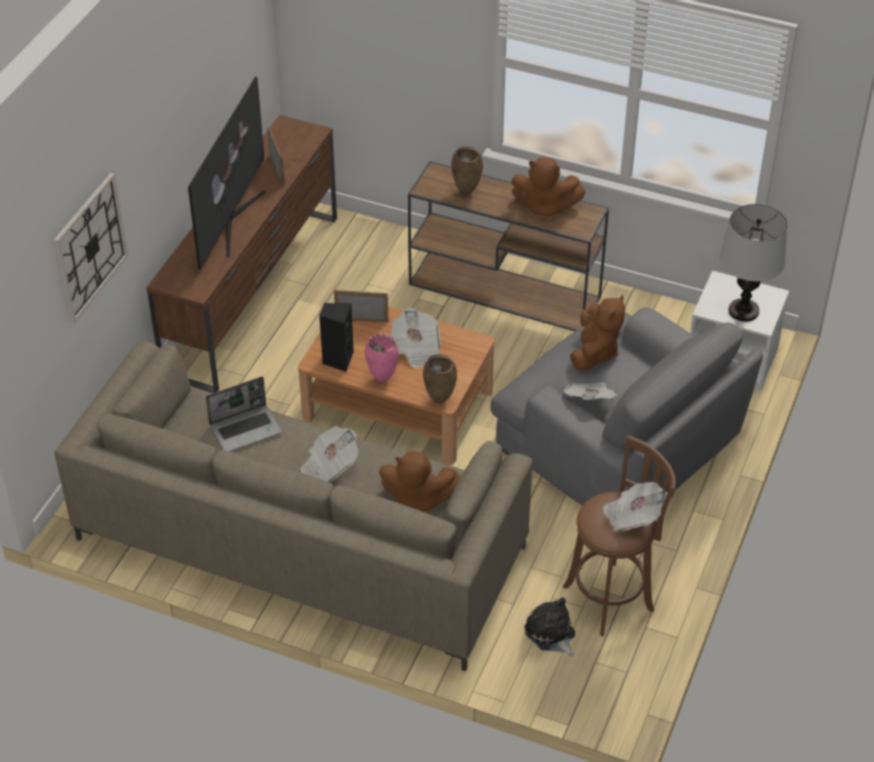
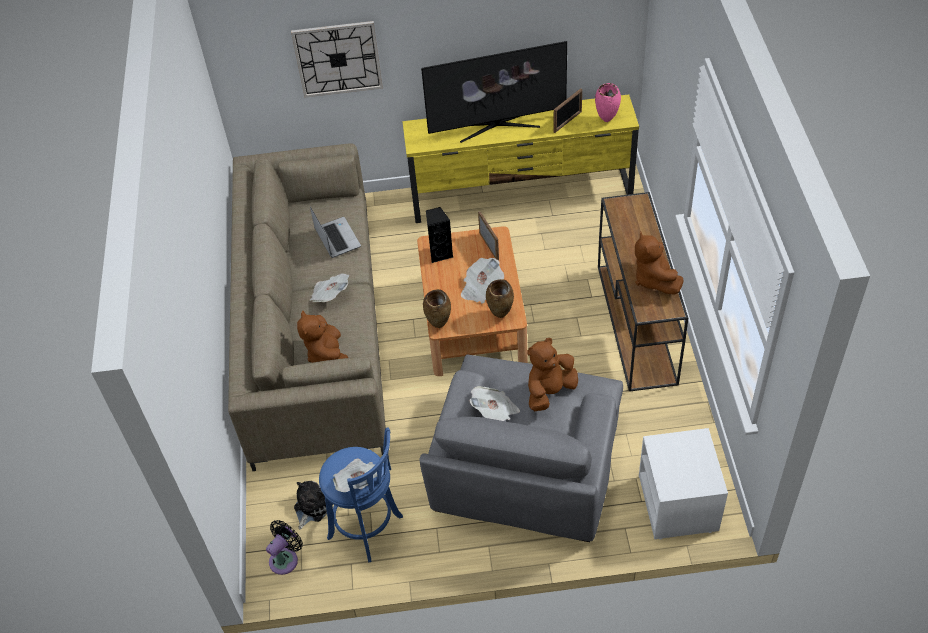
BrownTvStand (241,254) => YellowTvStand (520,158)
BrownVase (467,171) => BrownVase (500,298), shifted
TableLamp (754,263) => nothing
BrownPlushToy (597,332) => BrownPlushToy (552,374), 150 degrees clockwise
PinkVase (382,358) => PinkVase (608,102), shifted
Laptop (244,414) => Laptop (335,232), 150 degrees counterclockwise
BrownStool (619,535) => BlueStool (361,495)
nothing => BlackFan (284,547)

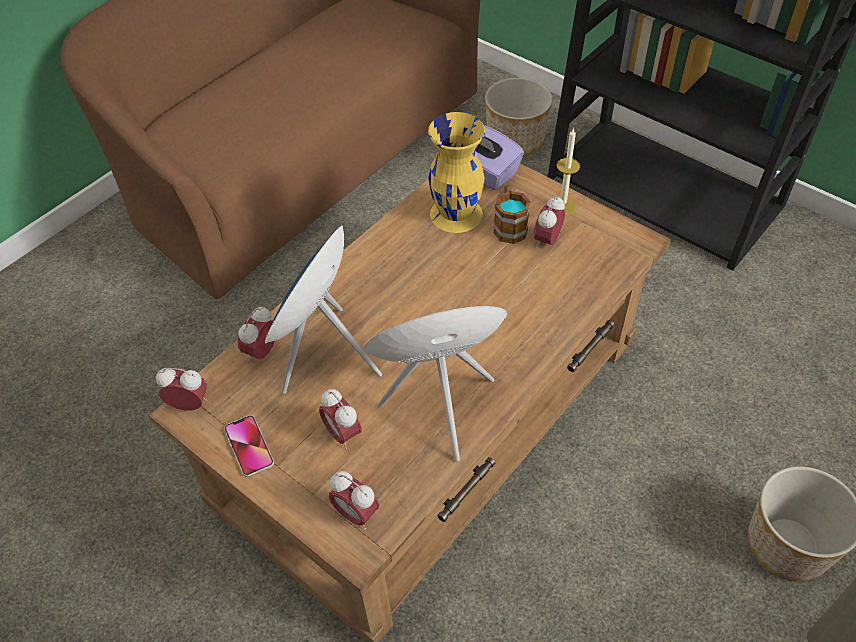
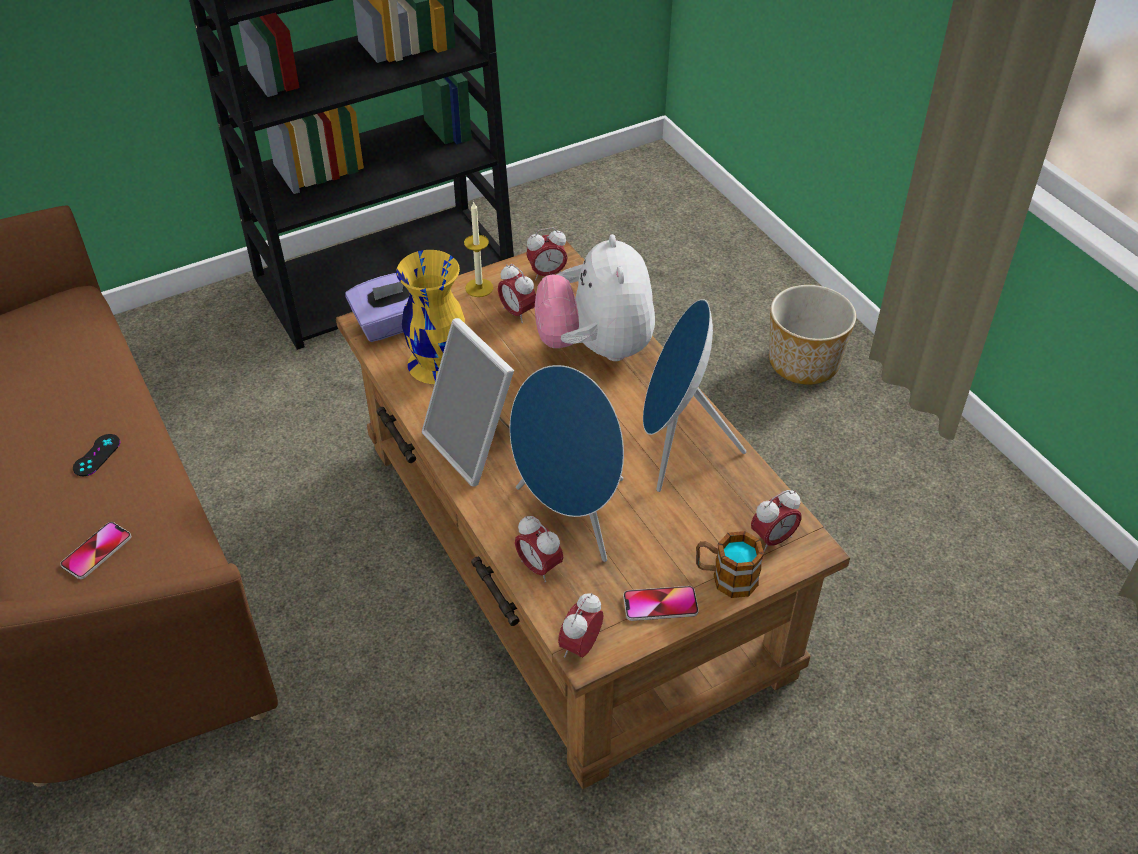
Planter (519,117) => nothing
Mug (512,214) => Mug (730,564), shifted
AlarmClock (340,419) => AlarmClock (547,254), shifted
nothing => PlushToy (595,297)
nothing => PictureFrame (468,402)
nothing => BlackGameController (96,455)
nothing => Phone (95,550)

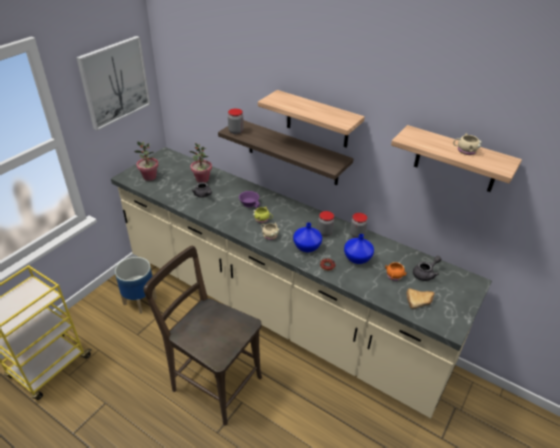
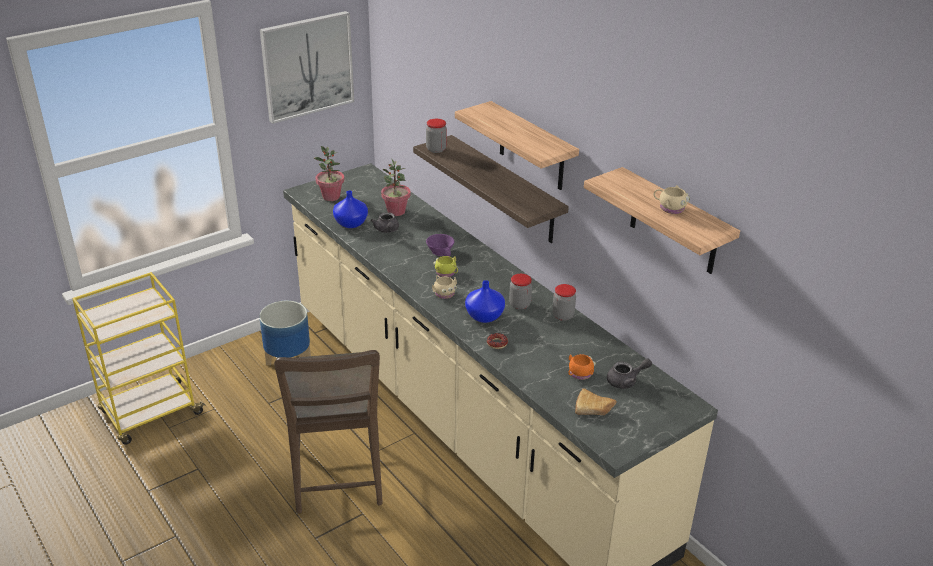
BlueVase (359,249) => BlueVase (350,209), shifted
BrownChair (203,336) => BrownChair (328,432), 150 degrees counterclockwise

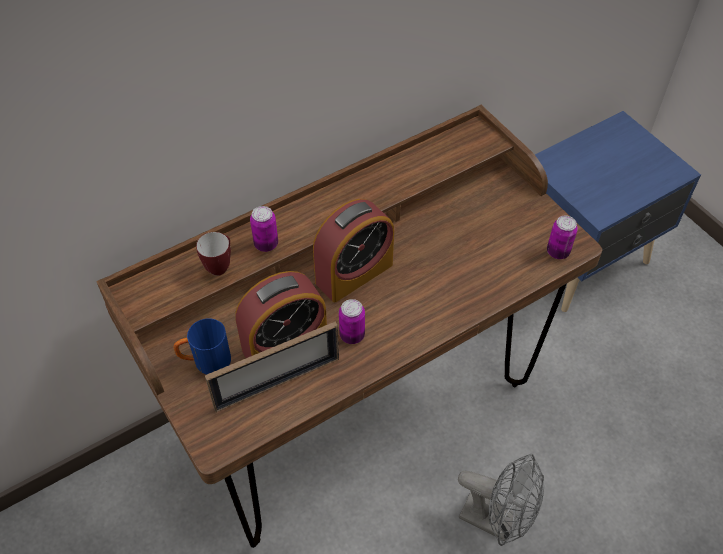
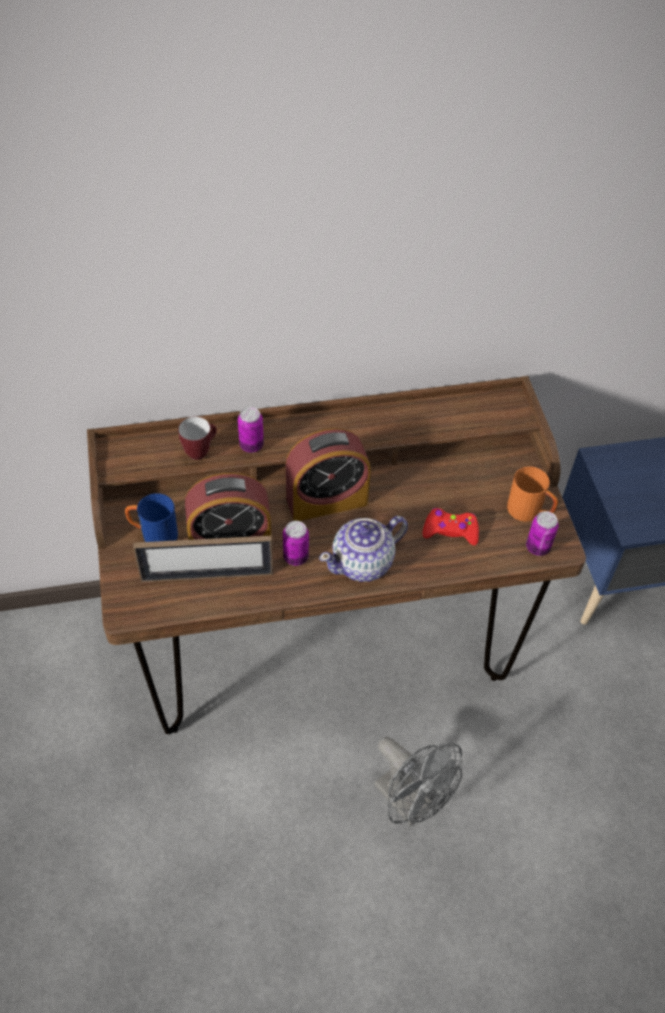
nothing => OrangeMug (532,494)
nothing => RedGameController (451,526)
nothing => Teapot (363,549)

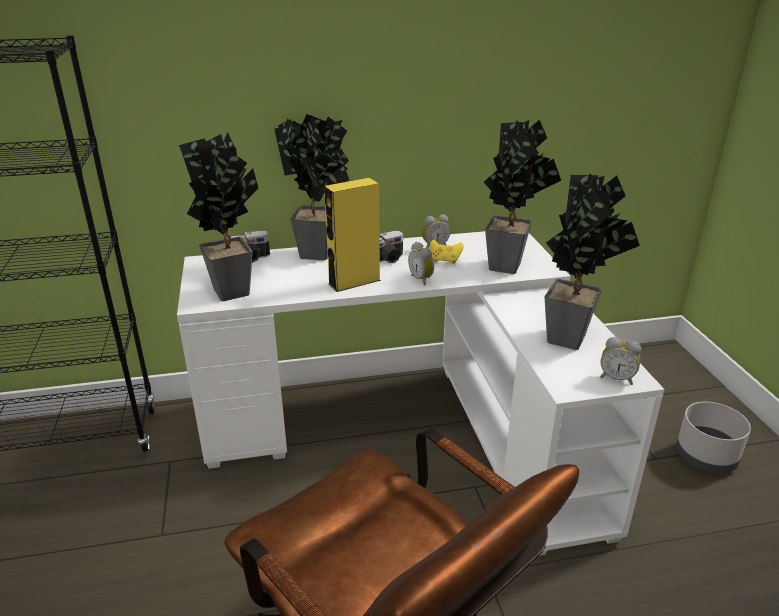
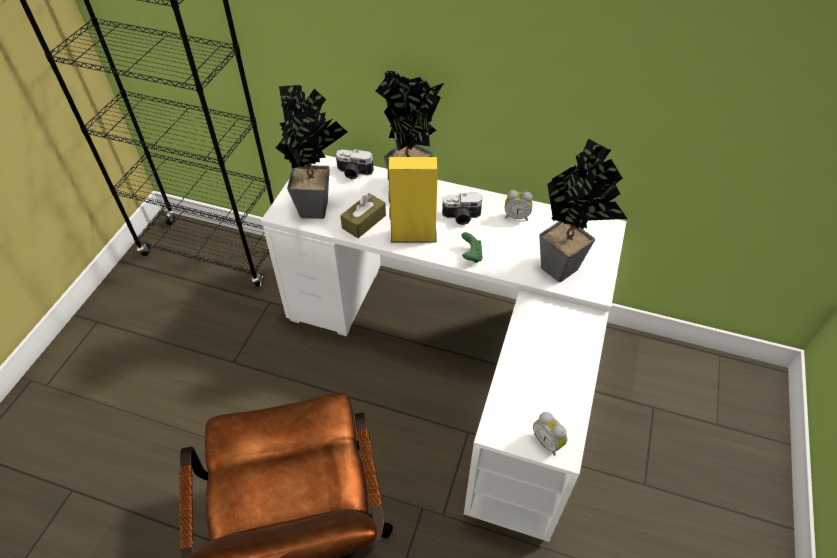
PottedPlant (592,262) => nothing
YellowGameController (447,252) => nothing
AlarmClock (421,263) => GreenGameController (472,247)
GreyPlanter (713,438) => nothing
nothing => BrownTissueBox (363,215)

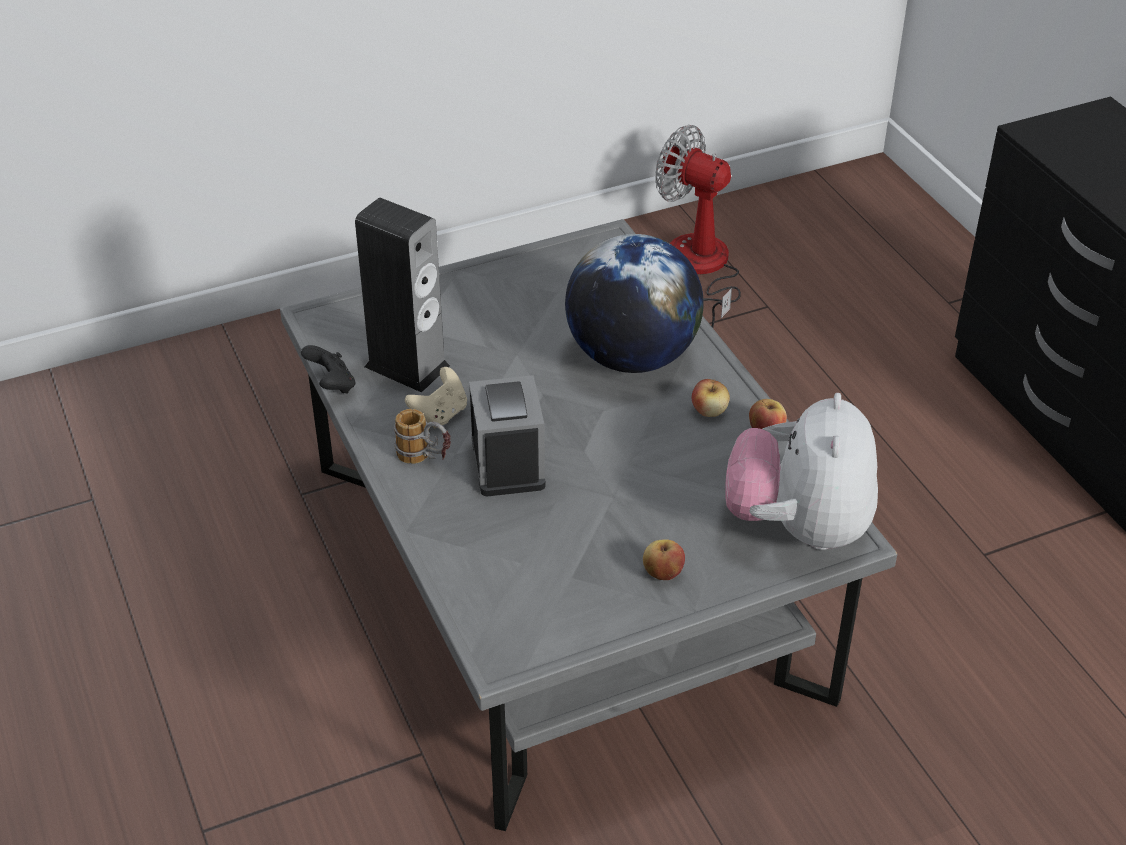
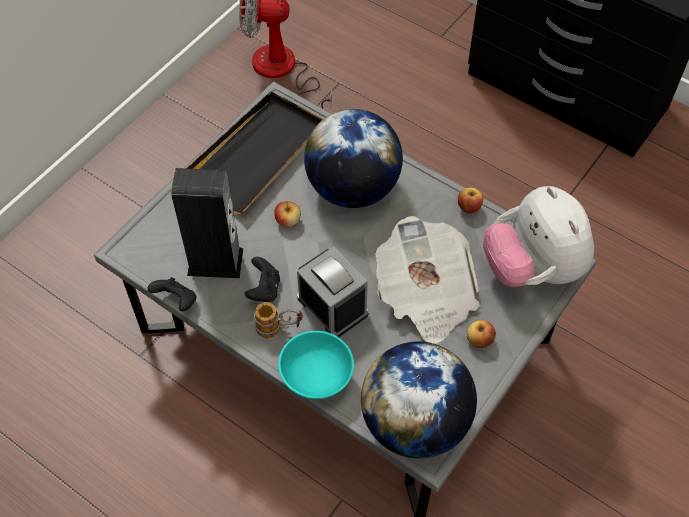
BeigeGameController (436,397) => BlackGameController (262,279)
Apple (711,398) => Apple (288,214), shifted
nothing => BlackTray (254,153)
nothing => Newspaper (427,280)
nothing => TurquoiseBowl (316,365)
nothing => Globe (419,400)

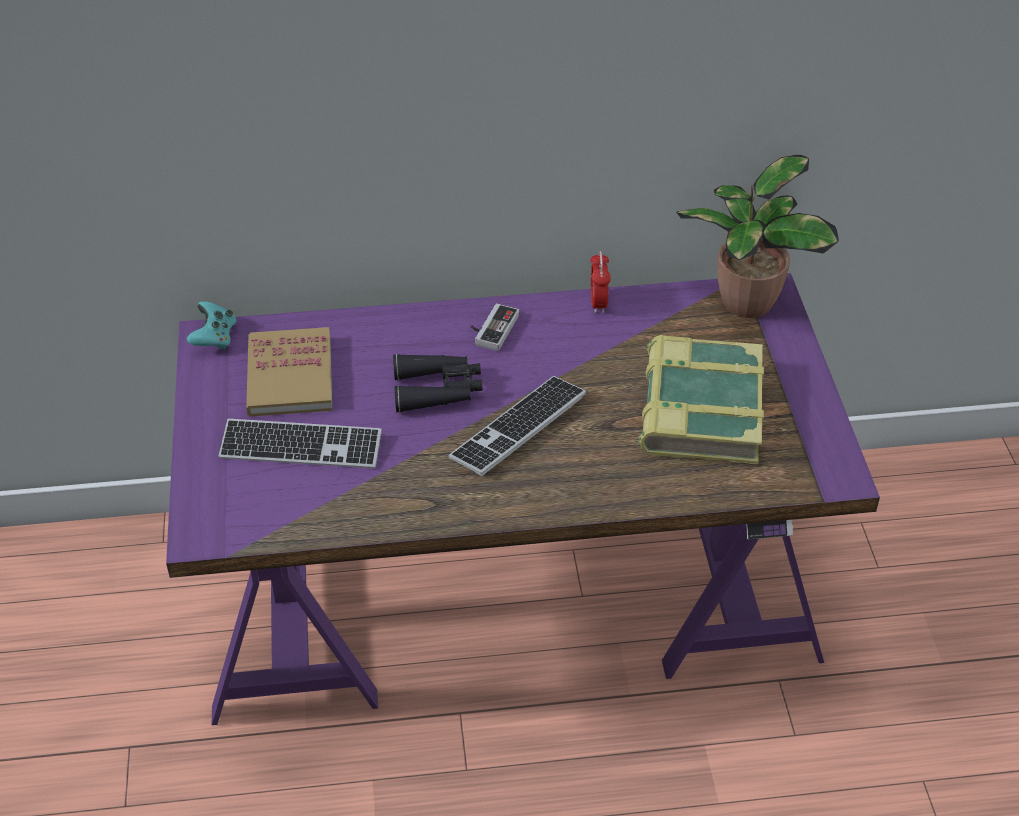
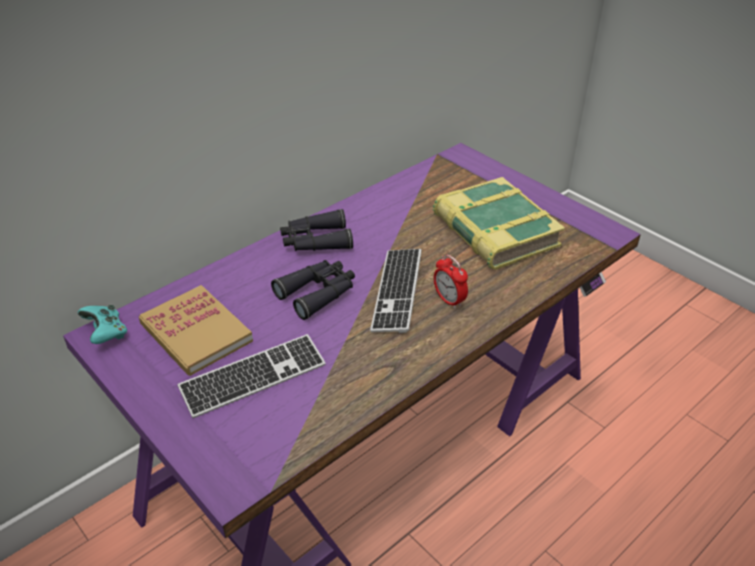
PottedPlant (757,236) => nothing
AlarmClock (600,282) => AlarmClock (450,282), shifted
GameController (495,327) => BlackBinoculars (316,230)

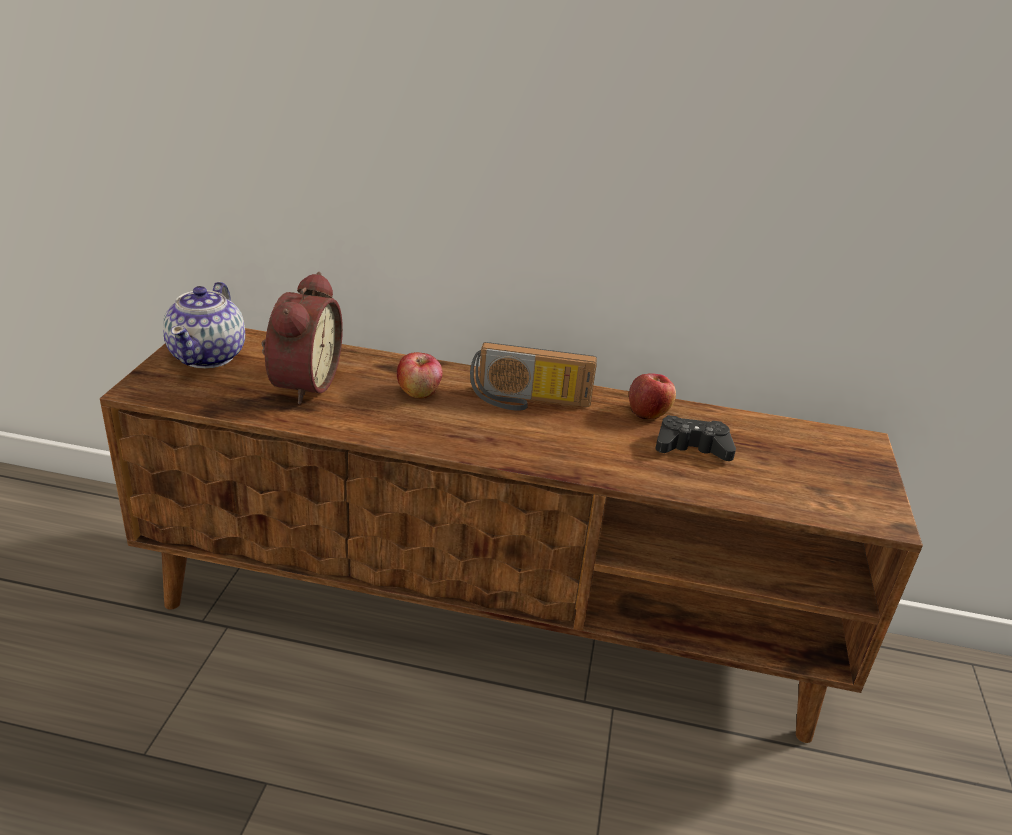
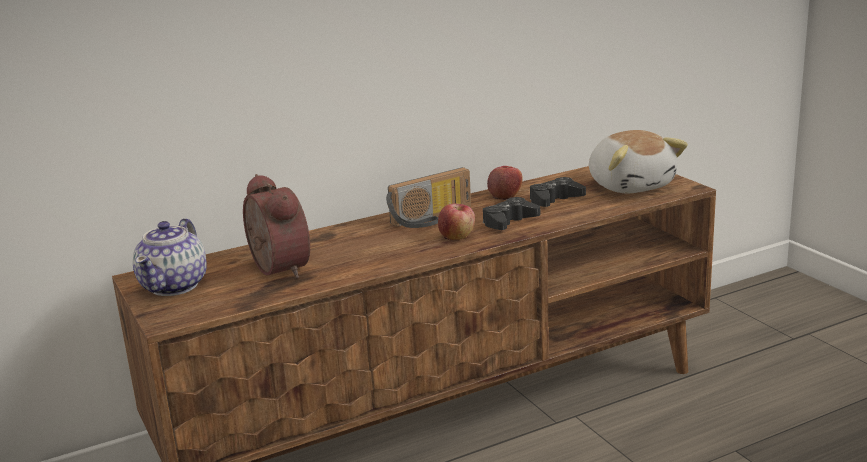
Teapot (204,324) => Teapot (170,257), 45 degrees clockwise
Apple (420,375) => Apple (456,221), shifted
nothing => PlushToy (638,161)
nothing => BlackGameController (511,213)

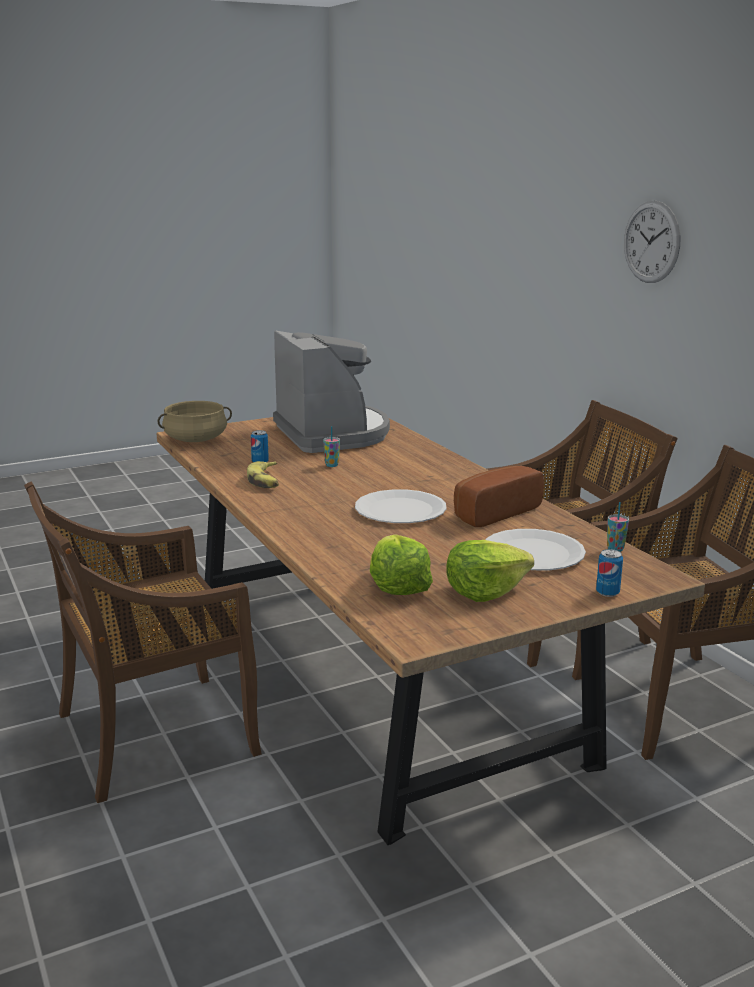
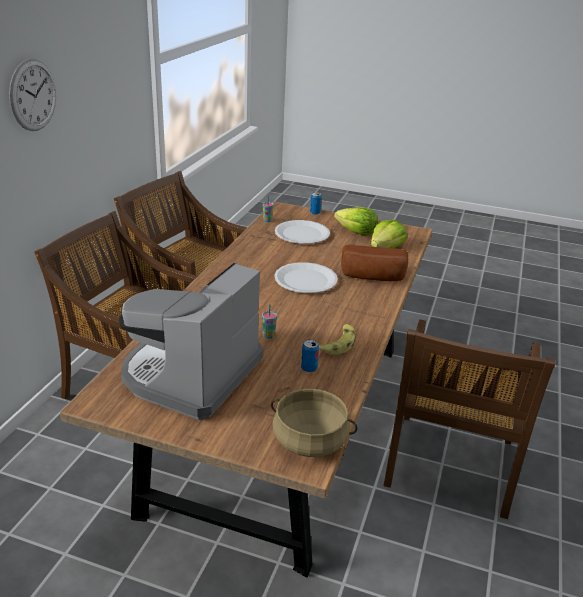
Bread (499,496) => Bread (374,263), shifted
BrownChair (143,642) => BrownChair (469,419), 90 degrees clockwise

